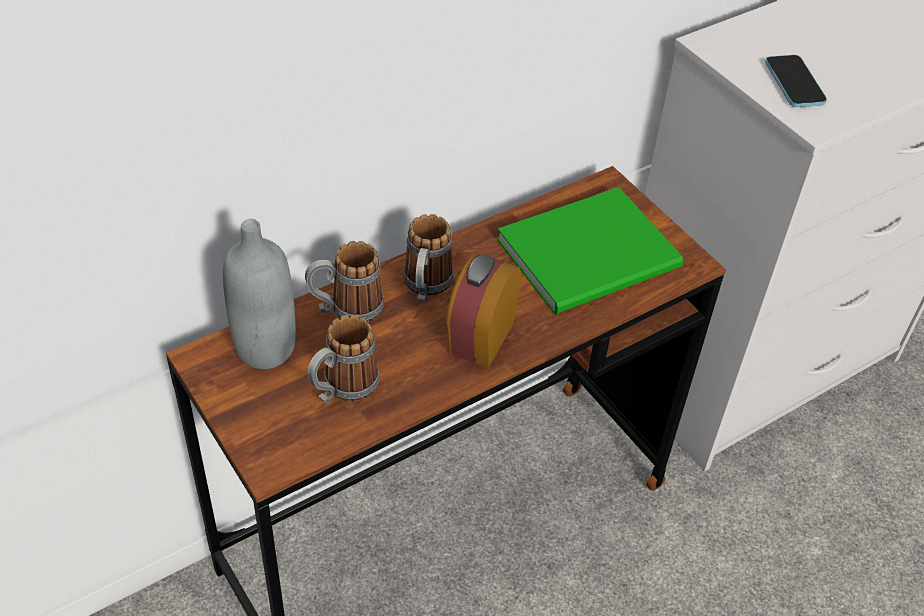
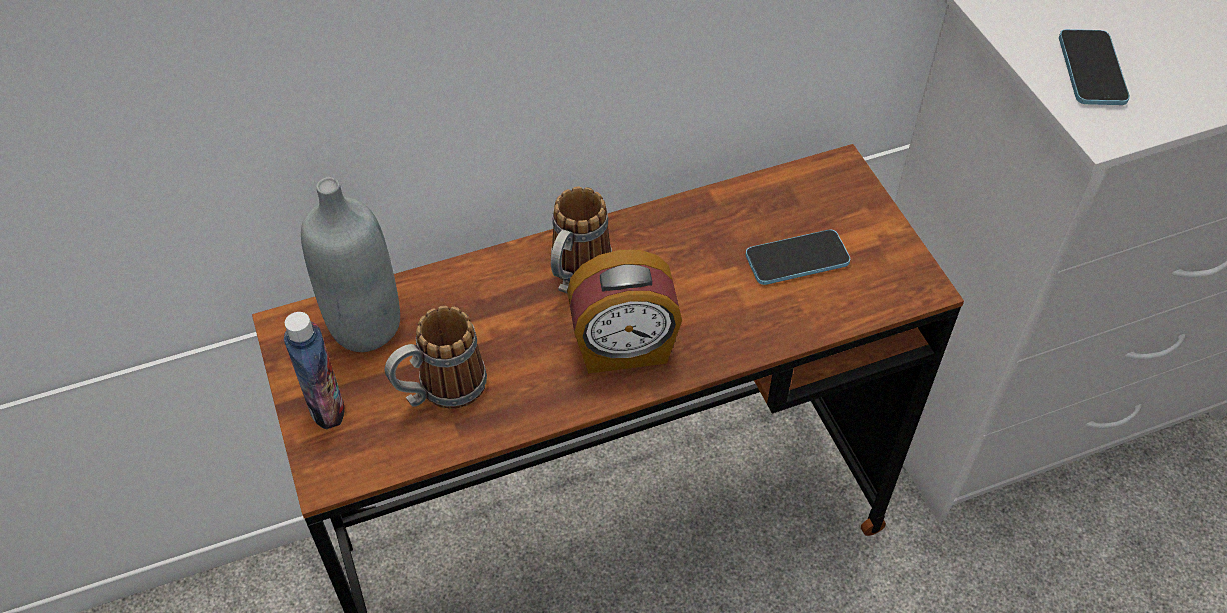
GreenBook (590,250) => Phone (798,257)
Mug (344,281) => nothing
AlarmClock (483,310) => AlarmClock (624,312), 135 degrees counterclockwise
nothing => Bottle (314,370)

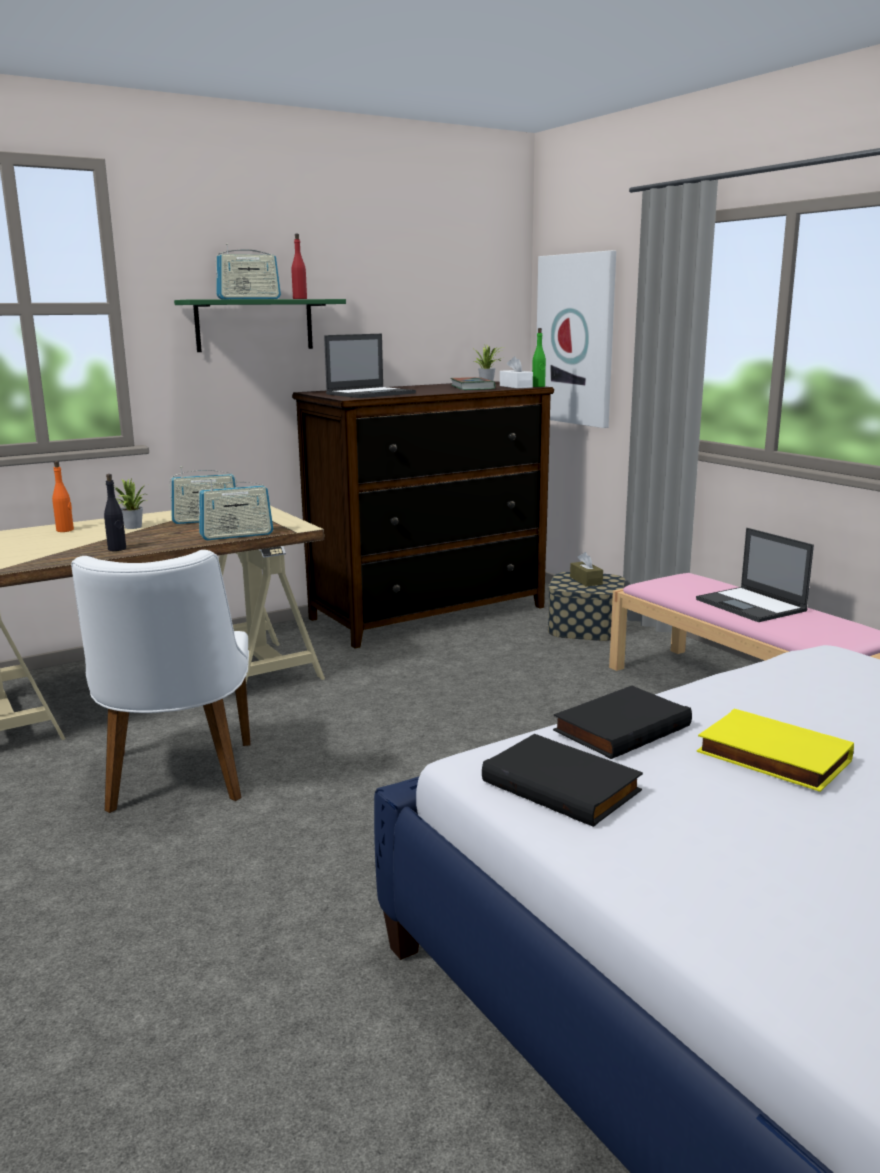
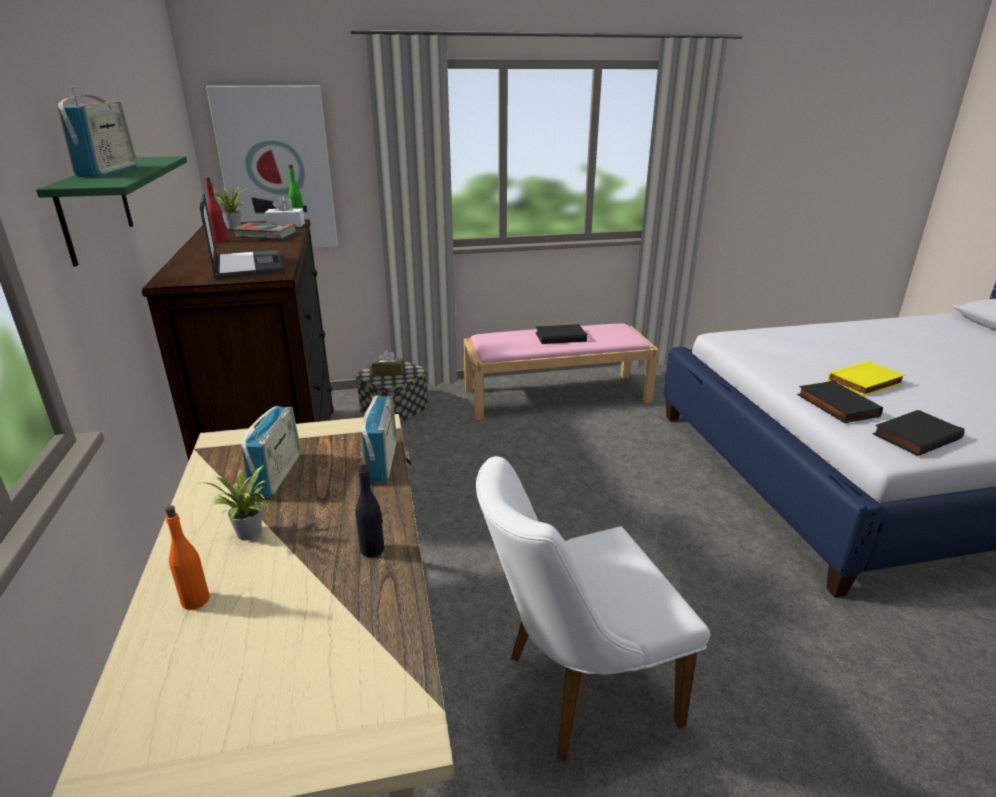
RedBottle (299,266) => RedBottle (216,210), shifted
Laptop (755,575) => BlackBook (561,334)
WhiteChair (161,681) => WhiteChair (593,609), 150 degrees clockwise

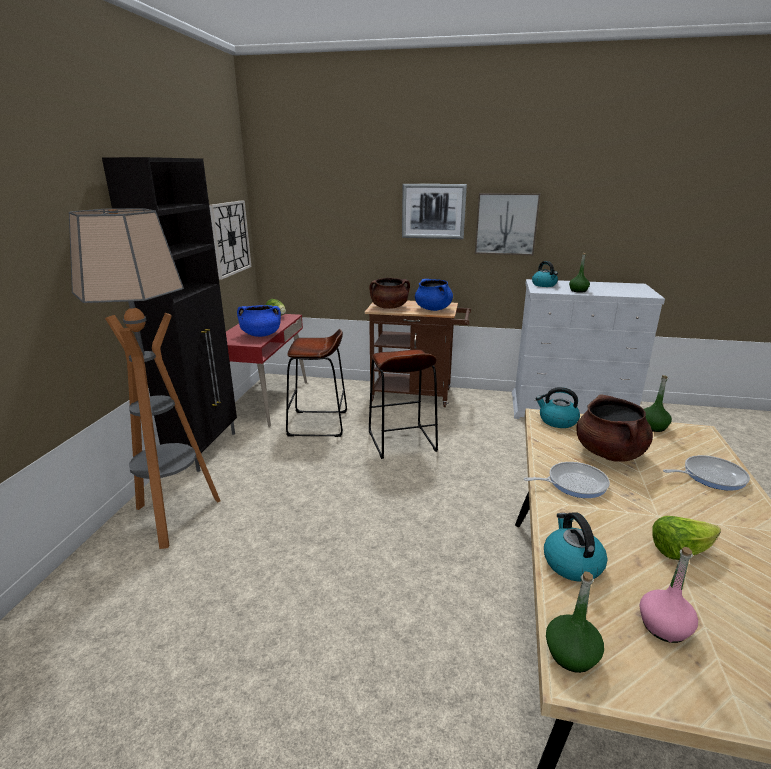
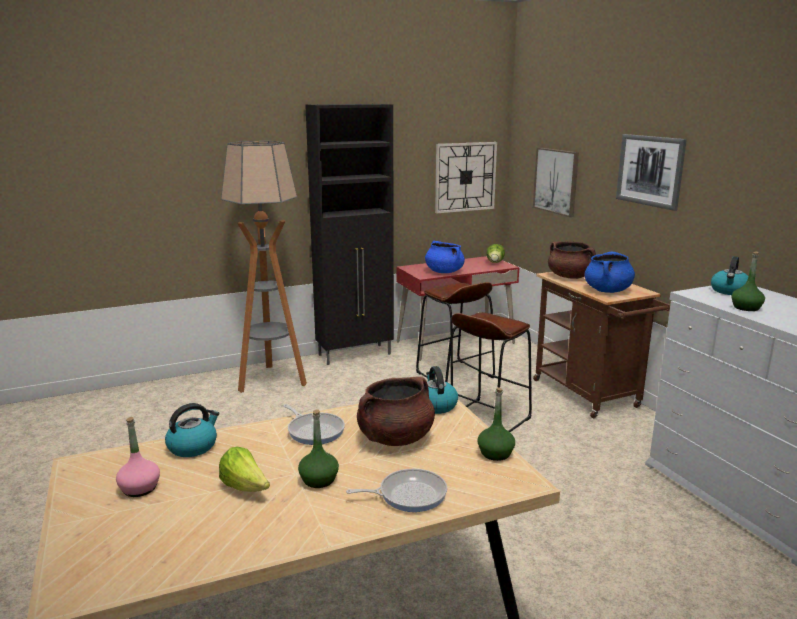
Picture (507,224) => Picture (556,182), shifted
FryingPan (706,473) => FryingPan (396,490), 60 degrees counterclockwise
GreenBottle (575,622) => GreenBottle (318,449), shifted

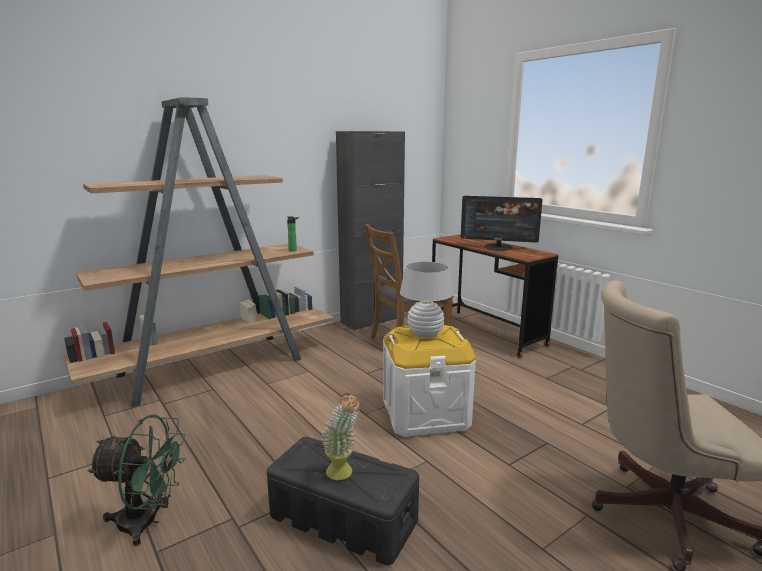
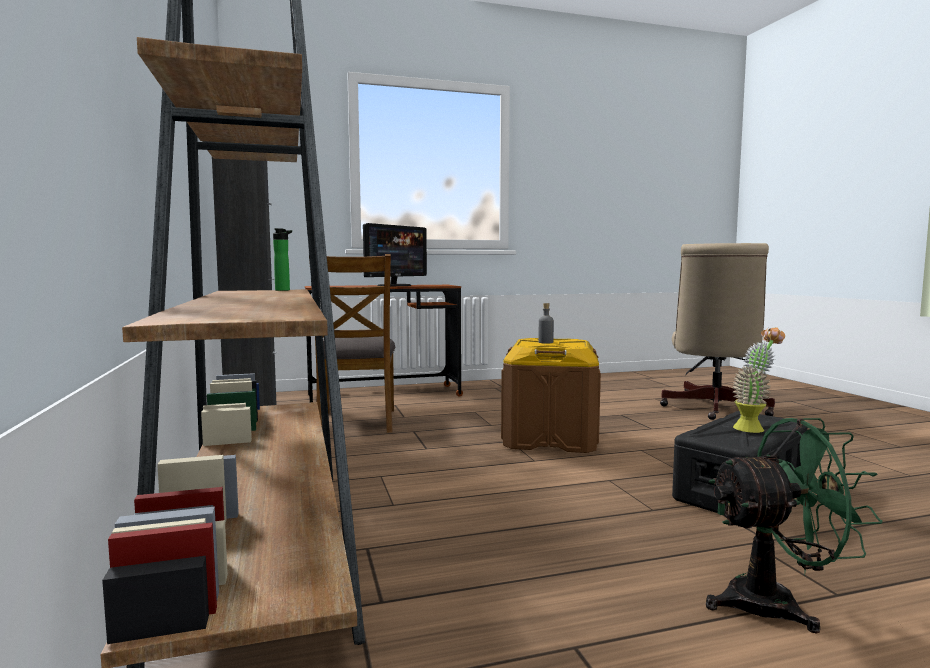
WhiteTableLamp (426,300) => GreyBottle (546,323)
WhiteStorageBox (429,381) => BrownStorageBox (551,395)
GreenFan (136,480) => GreenFan (794,526), 60 degrees clockwise

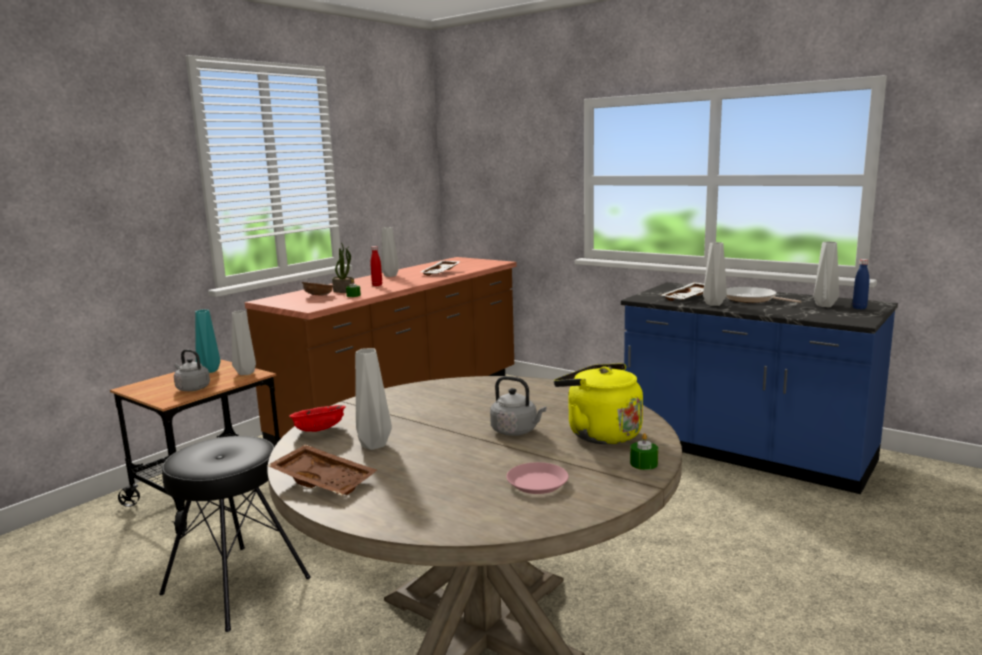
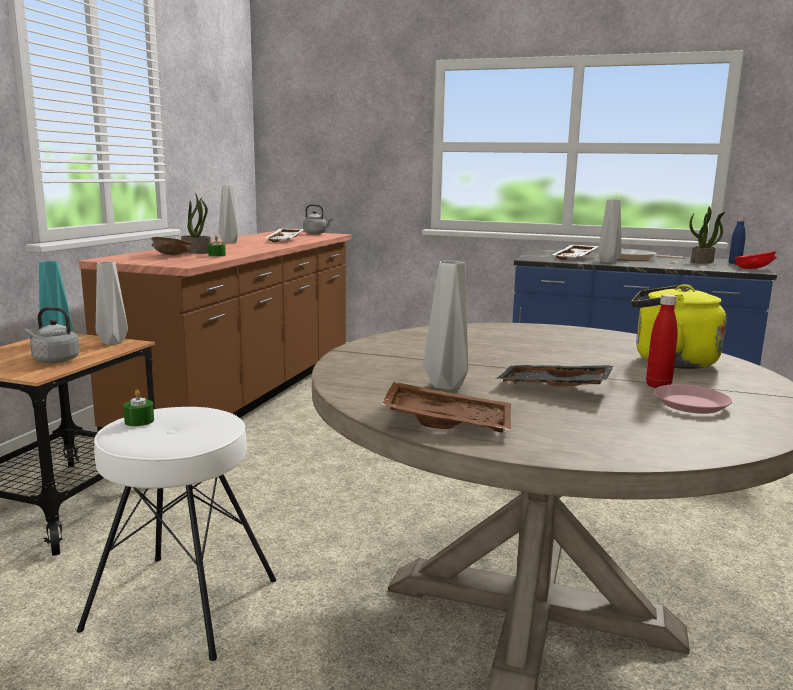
GreyVase (826,274) => PottedPlant (707,235)
RedBottle (376,266) => RedBottle (662,341), shifted
GreyKettle (518,406) => GreyKettle (317,219), shifted
RedBowl (317,418) => RedBowl (755,260), shifted
GreenCandle (644,451) => GreenCandle (138,407), shifted
BlackStool (235,534) => WhiteStool (176,534)
nothing => BlackTray (554,376)

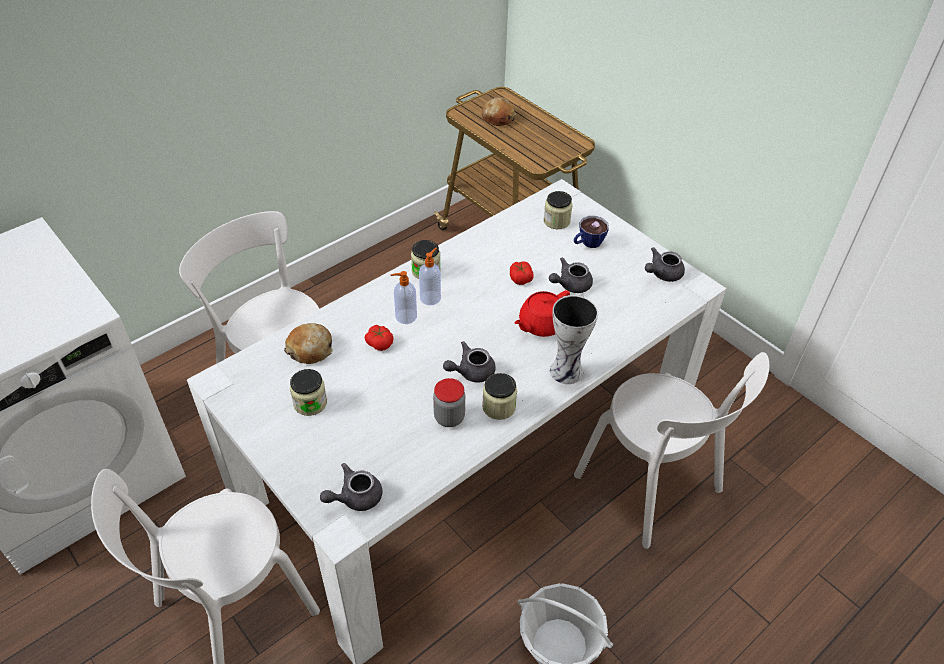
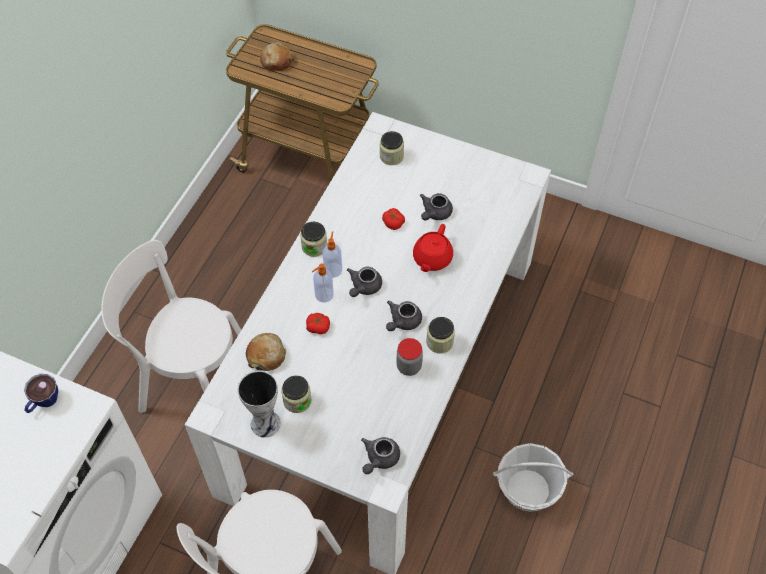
Cup (591,232) => Cup (41,393), shifted
GreyTeapot (665,264) => GreyTeapot (364,282), shifted
Vase (574,339) => Vase (259,404), shifted
WhiteChair (671,450) => nothing

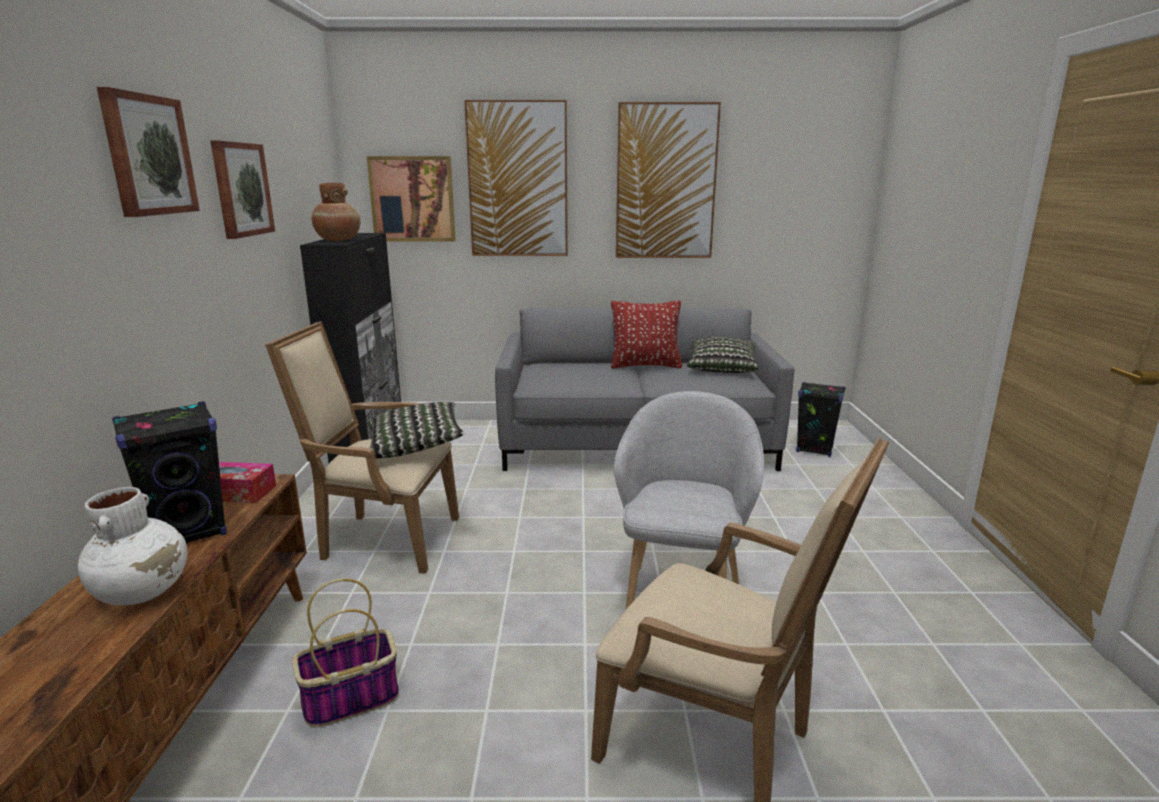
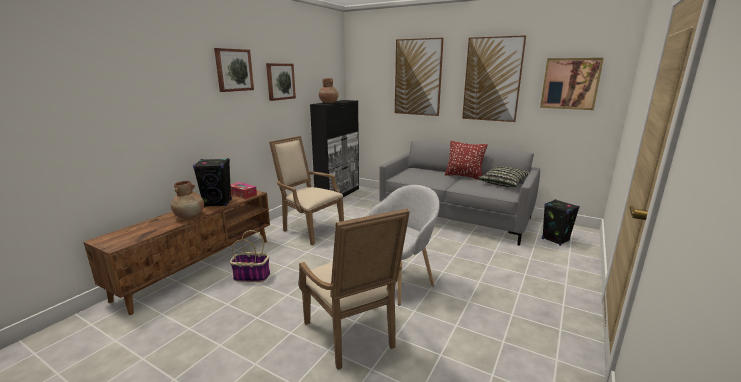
Picture (411,198) => Picture (572,84), shifted
Pillow (416,430) => nothing
WhiteVase (132,546) => BrownVase (187,200)

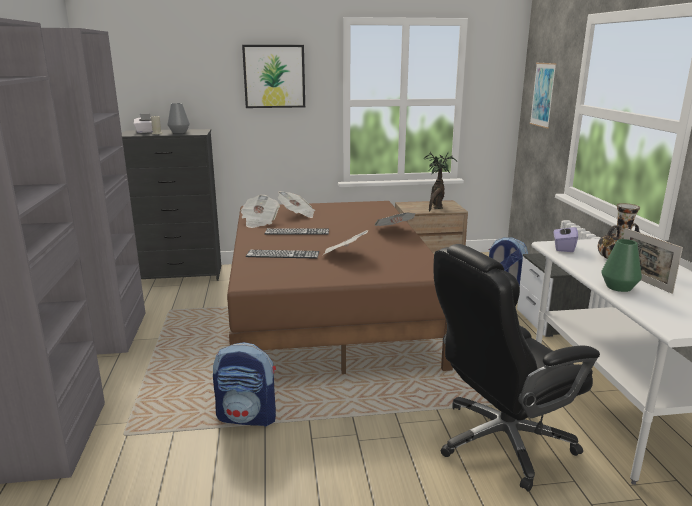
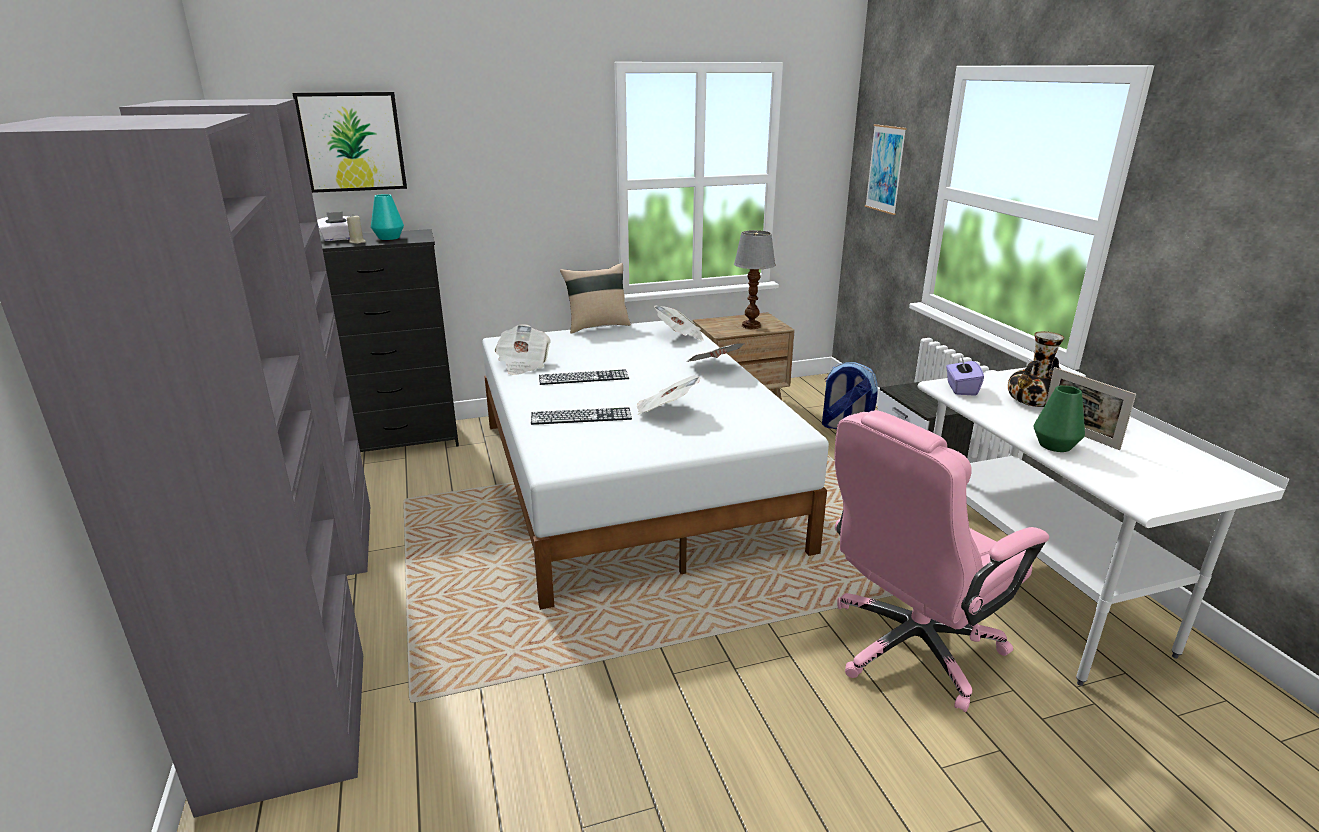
Picture (273,76) => Picture (350,142), shifted
GreyVase (178,118) => TurquoiseVase (387,217)
PottedPlant (440,181) => TableLamp (755,279)
Newspaper (296,204) => Newspaper (679,322), shifted
BrownBed (340,287) => WhiteBed (655,465)
BlackOfficeChair (516,367) => PinkOfficeChair (942,561)
Backpack (244,384) => nothing
nothing => BeigePillow (595,298)

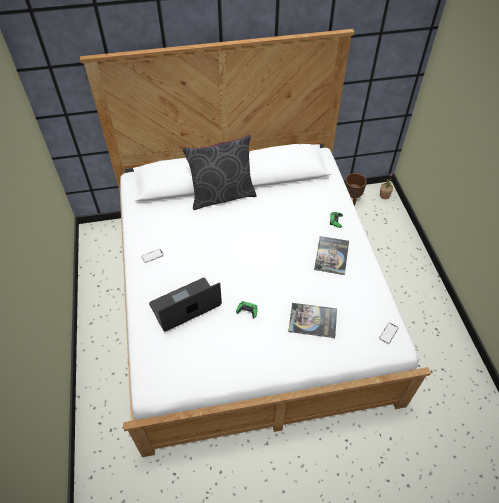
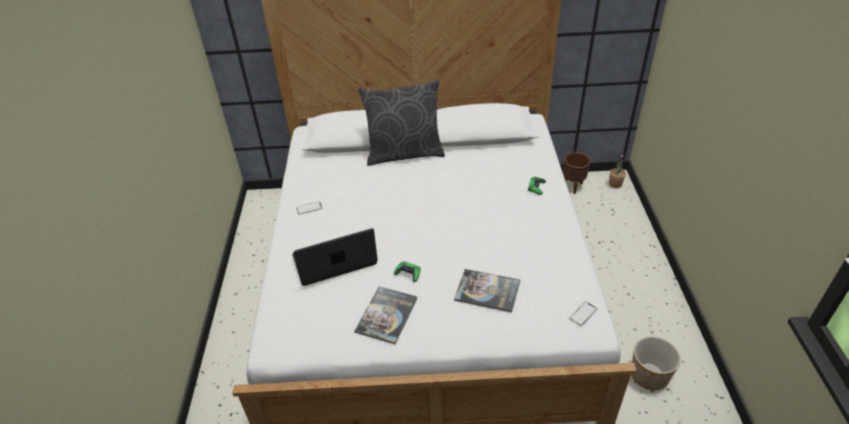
Book (331,255) => Book (386,315), shifted
nothing => Planter (656,363)

